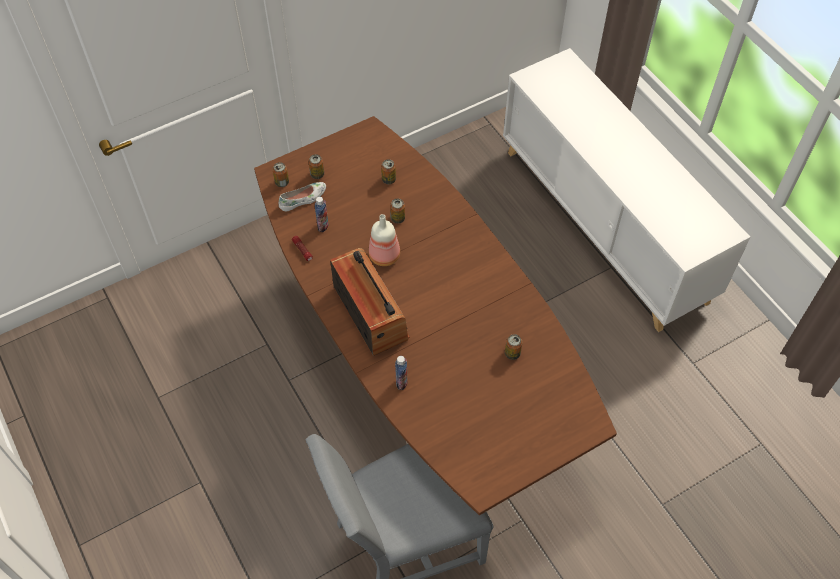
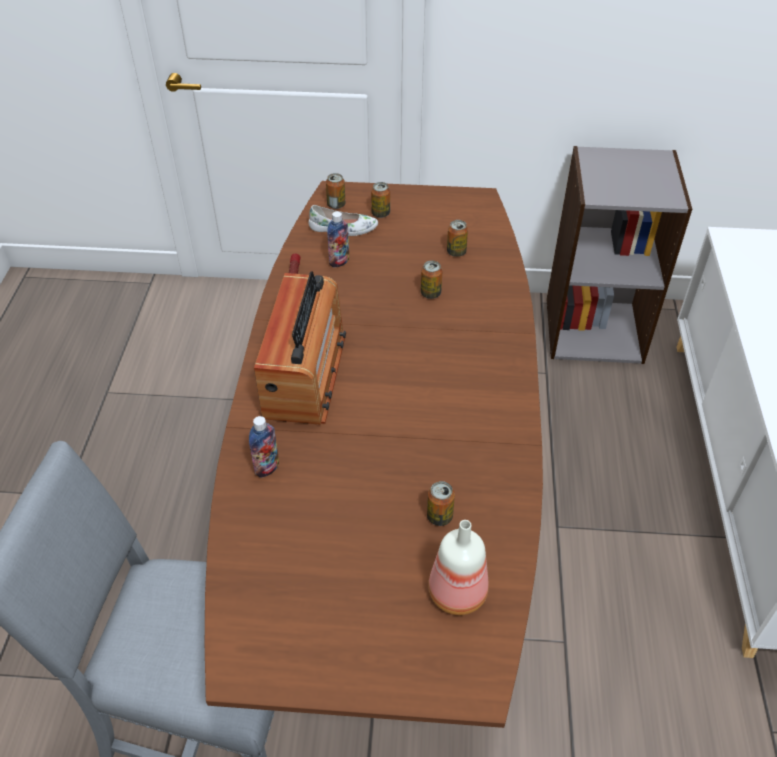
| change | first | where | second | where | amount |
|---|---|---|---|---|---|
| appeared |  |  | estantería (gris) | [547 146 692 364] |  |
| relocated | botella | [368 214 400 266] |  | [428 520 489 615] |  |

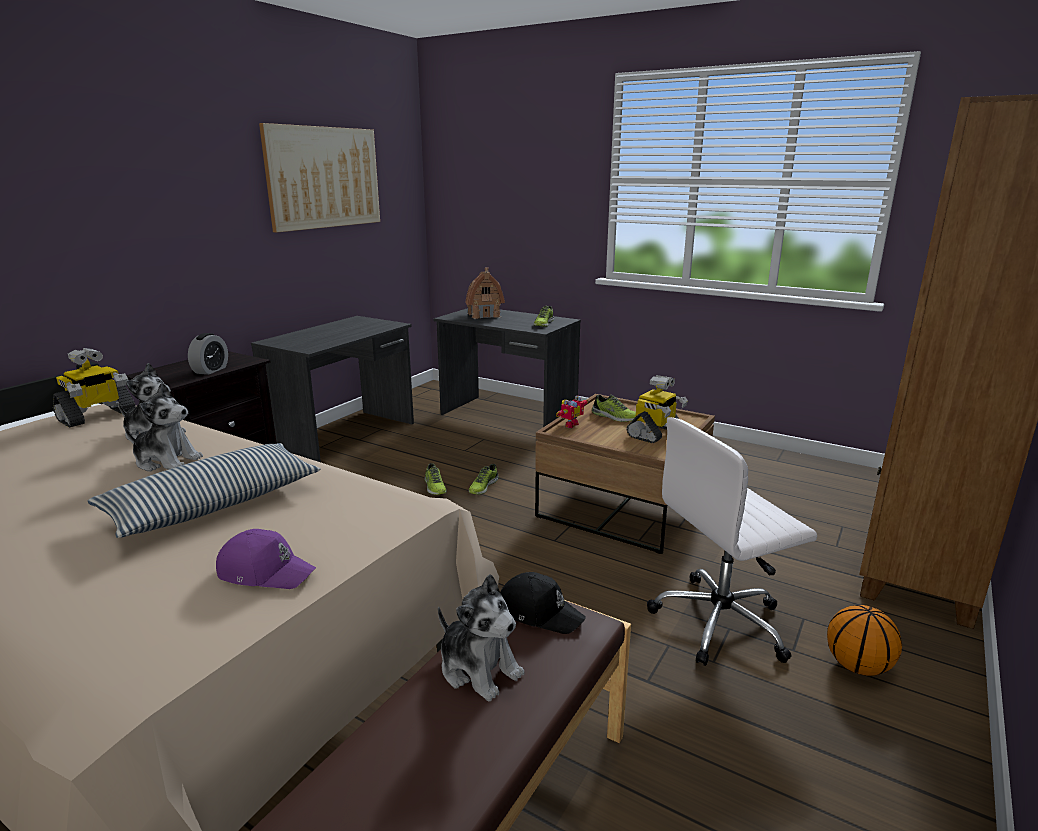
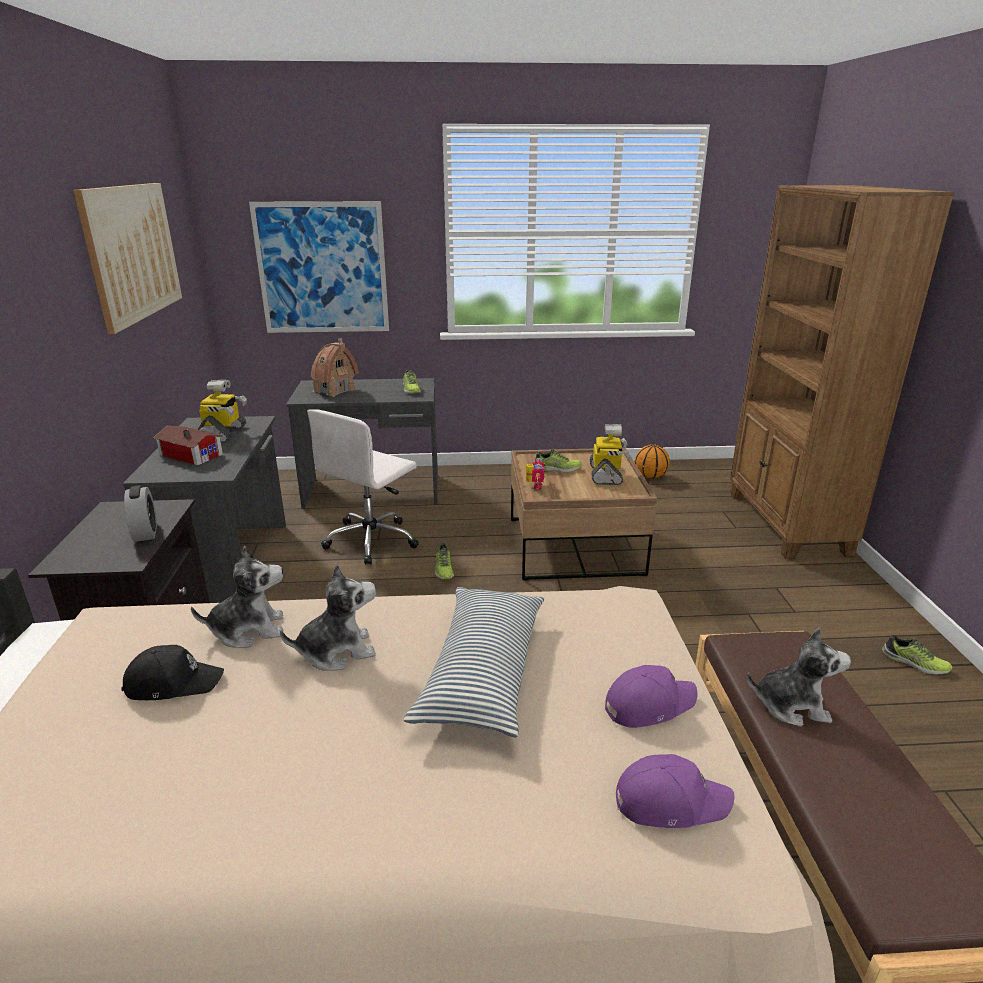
| change | first | where | second | where | amount |
|---|---|---|---|---|---|
| appeared |  |  | casita | [153 426 223 465] |  |
| appeared |  |  | cuadro | [249 201 389 333] |  |
| appeared |  |  | gorra (morado) | [616 754 734 828] |  |
| relocated | robot de juguete | [53 348 136 427] |  | [198 380 247 443] |  |
| relocated | zapato | [425 463 447 495] |  | [882 635 952 675] |  |
| relocated | gorra (negro) | [500 572 586 634] |  | [121 645 224 700] |  |
| relocated | silla de oficina (blanco) | [647 417 817 666] |  | [307 409 419 565] |  |
| relocated | balón de baloncesto | [827 605 902 676] |  | [635 444 670 479] |  |

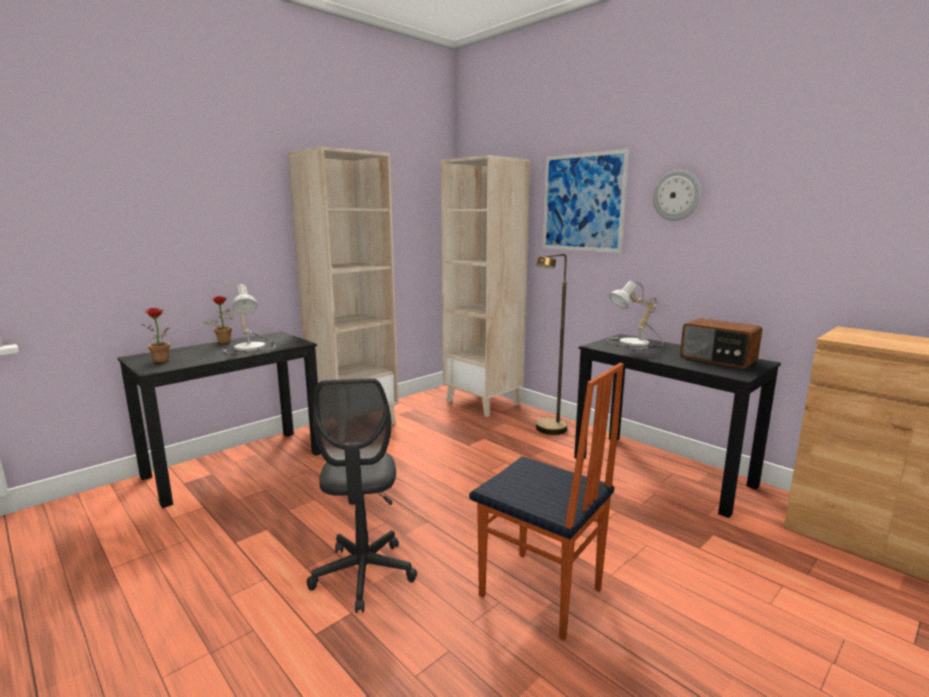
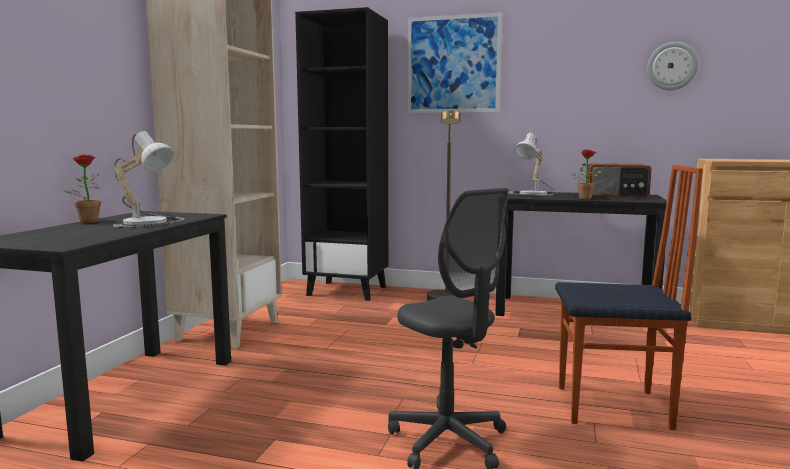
| change | first | where | second | where | amount |
|---|---|---|---|---|---|
| relocated | planta en maceta | [142 308 170 363] |  | [571 149 607 200] |  |
| relocated | reloj de pared | [653 170 701 221] |  | [647 42 699 90] |  |
| colour | estantería (beis) | [441 155 530 417] | estantería (negro) | [295 7 388 301] |  |

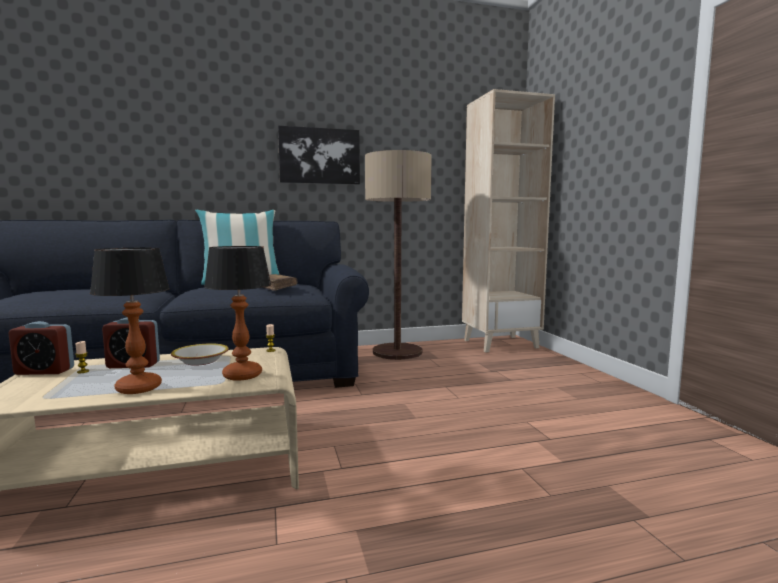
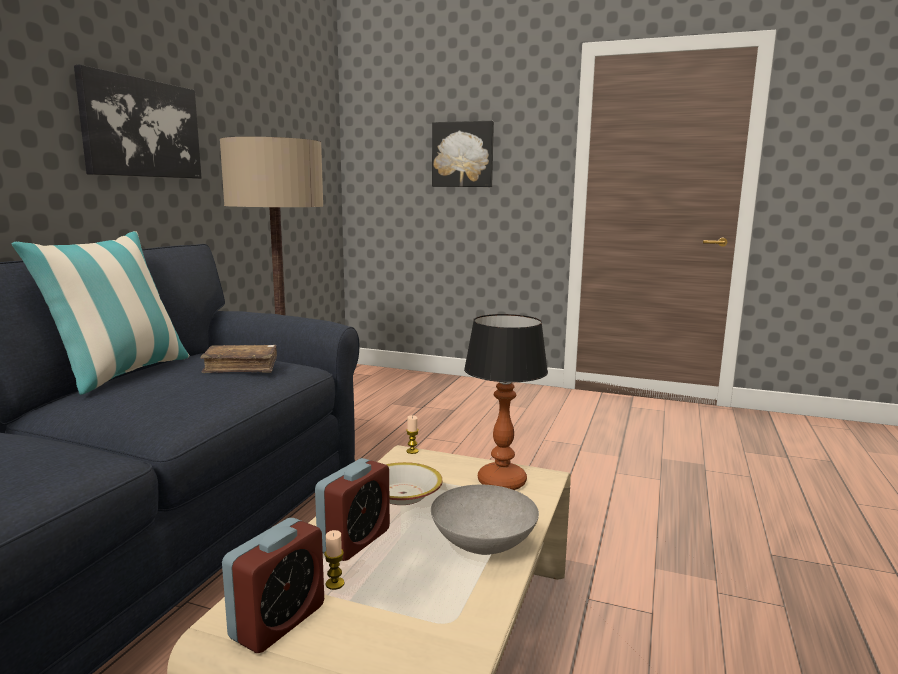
| change | first | where | second | where | amount |
|---|---|---|---|---|---|
| missing | estantería (beis) | [462 89 555 353] |  |  |  |
| appeared |  |  | cuadro | [432 121 494 187] |  |
| exchanged | lámpara de mesa | [90 248 170 394] | cuenco (gris) | [431 485 539 555] |  |

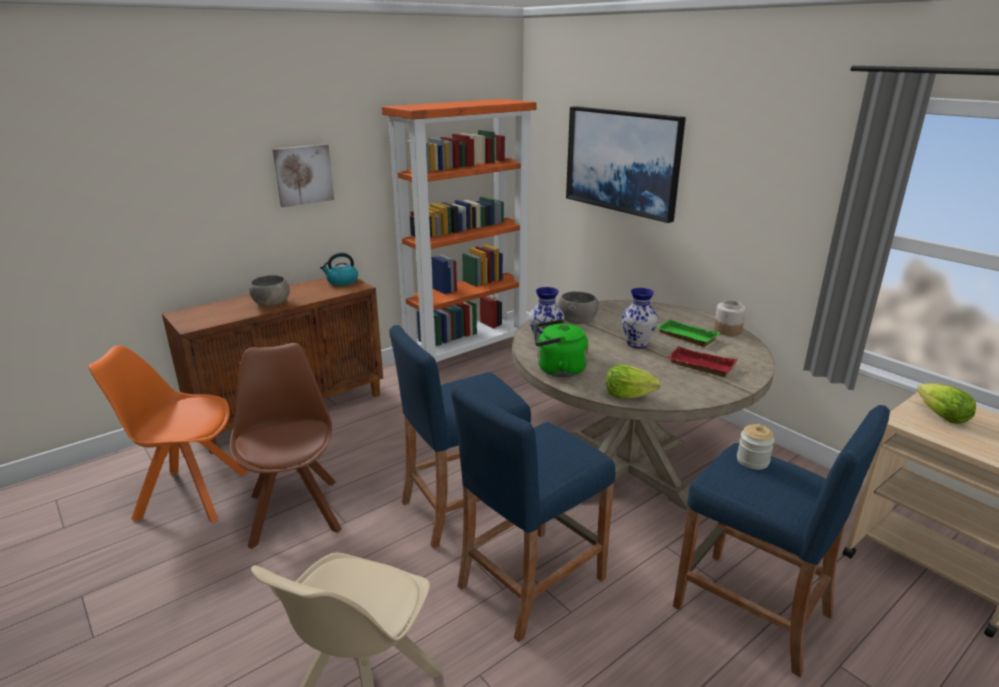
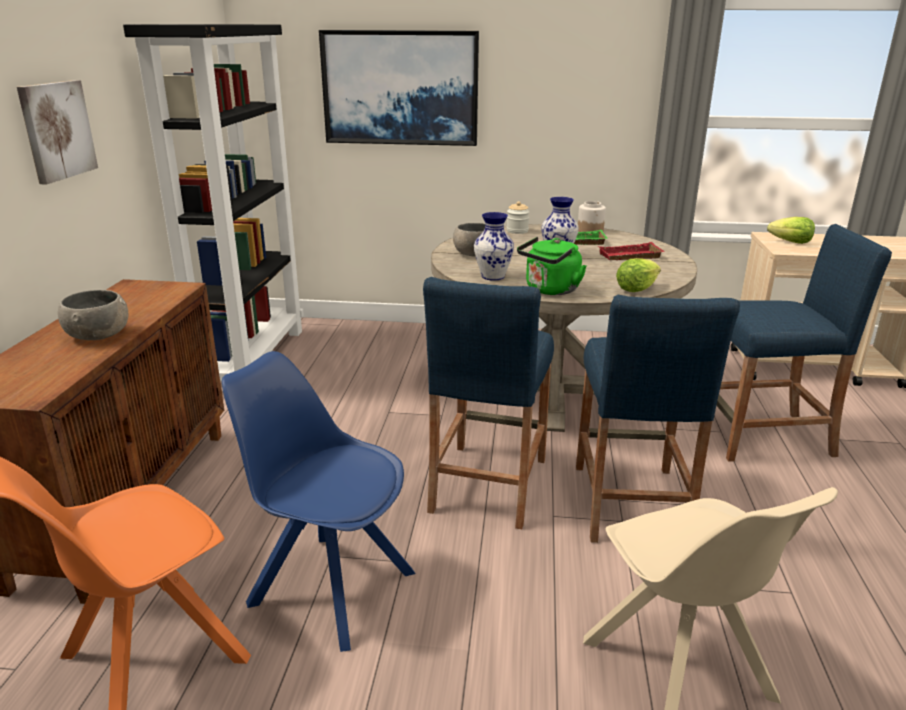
| change | first | where | second | where | amount |
|---|---|---|---|---|---|
| missing | hervidor | [320 253 358 286] |  |  |  |
| relocated | tarro | [737 424 775 470] |  | [507 201 529 234] |  |
| colour | silla (marrón) | [230 343 342 549] | silla (azul) | [222 351 415 652] |  |
| colour | estantería (naranja) | [382 99 537 362] | estantería (negro) | [123 24 304 382] |  |

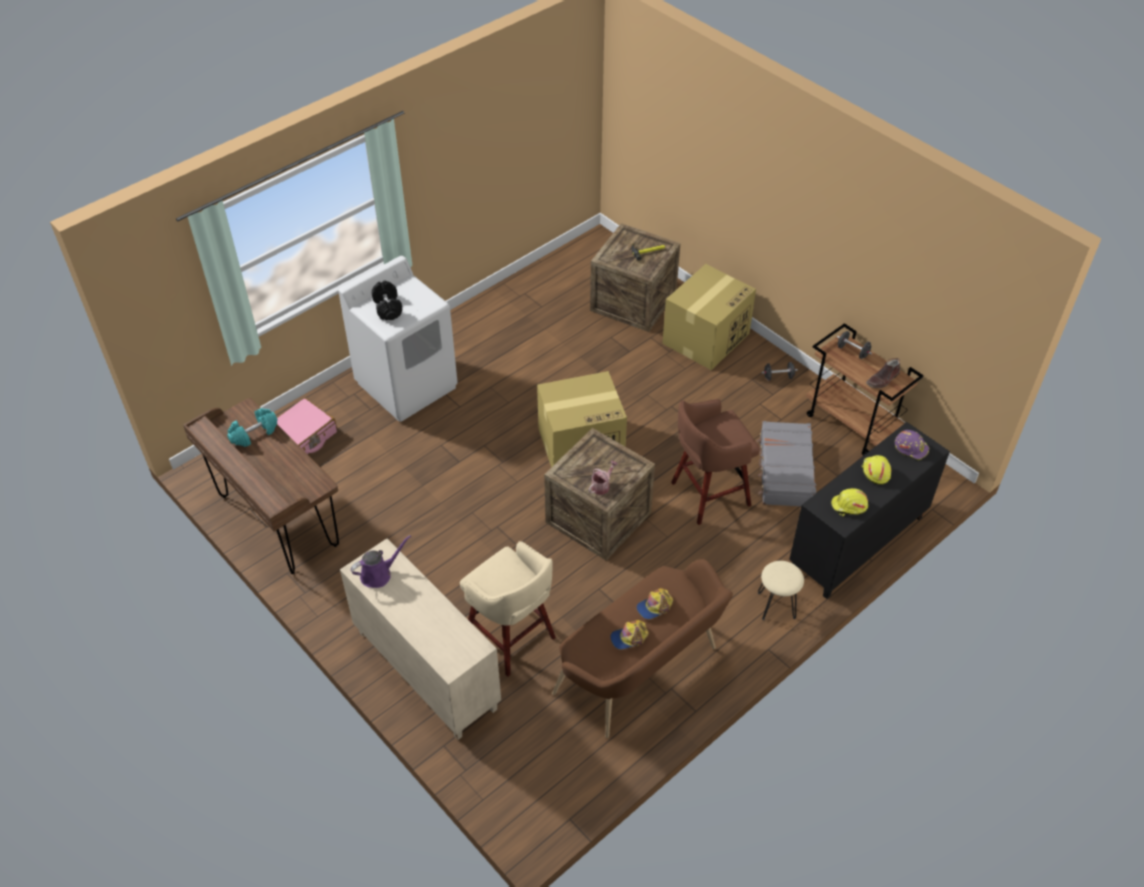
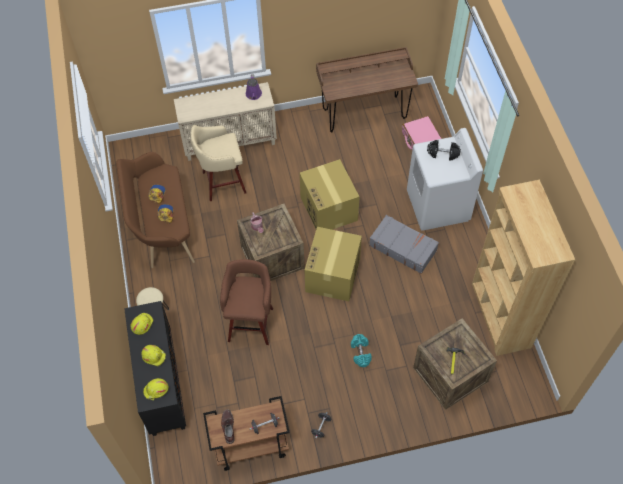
| change | first | where | second | where | amount |
|---|---|---|---|---|---|
| appeared |  |  | estantería (marrón) | [472 180 575 356] |  |
| relocated | mancuerna (turquesa) | [227 408 278 447] |  | [351 334 372 367] |  |
| relocated | caja de cartón | [662 264 756 370] |  | [300 159 360 230] |  |
| relocated | maleta (gris) | [757 421 816 506] |  | [369 215 439 274] |  |
| colour | casco (morado) | [895 430 929 460] | casco (amarillo) | [143 378 168 401] |  |

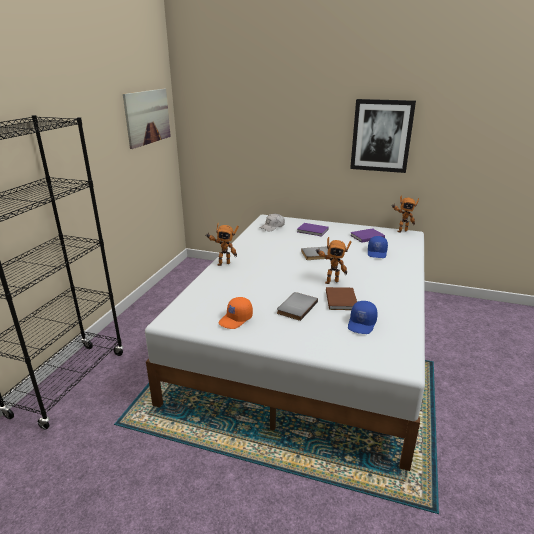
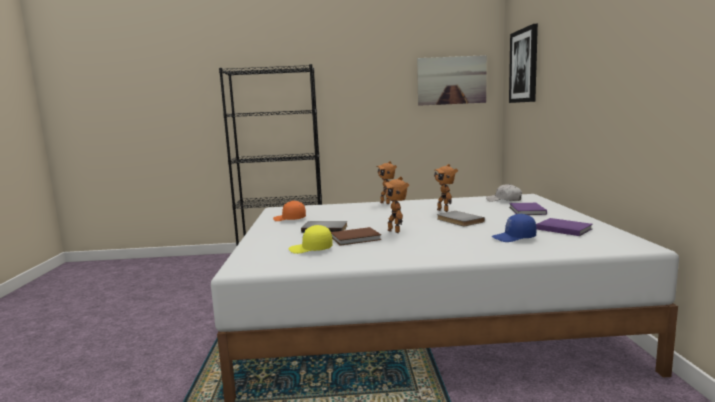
| change | first | where | second | where | amount |
|---|---|---|---|---|---|
| relocated | cuadro | [350 99 416 173] |  | [509 24 538 103] |  |
| relocated | robot de juguete | [391 196 419 232] |  | [434 164 458 212] |  |
| colour | gorra (azul) | [348 301 378 334] | gorra (amarillo) | [289 225 333 254] |  |

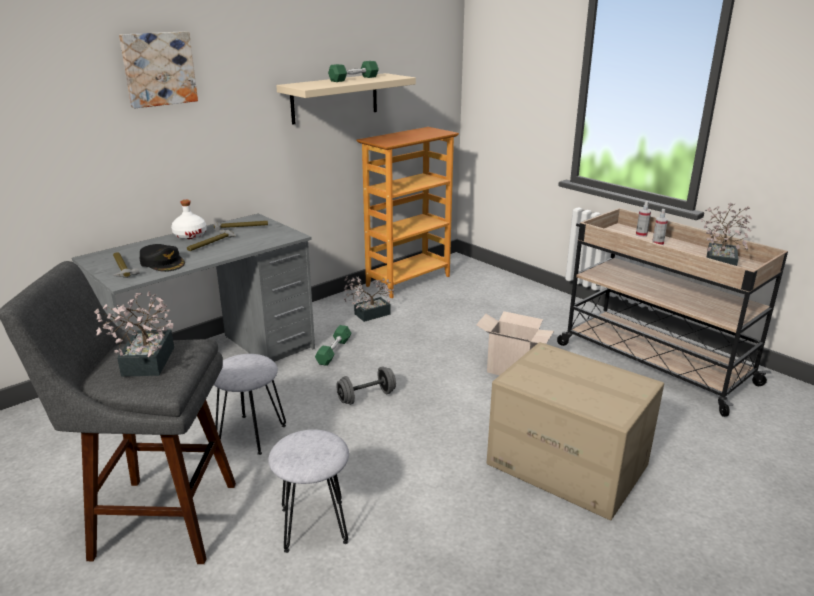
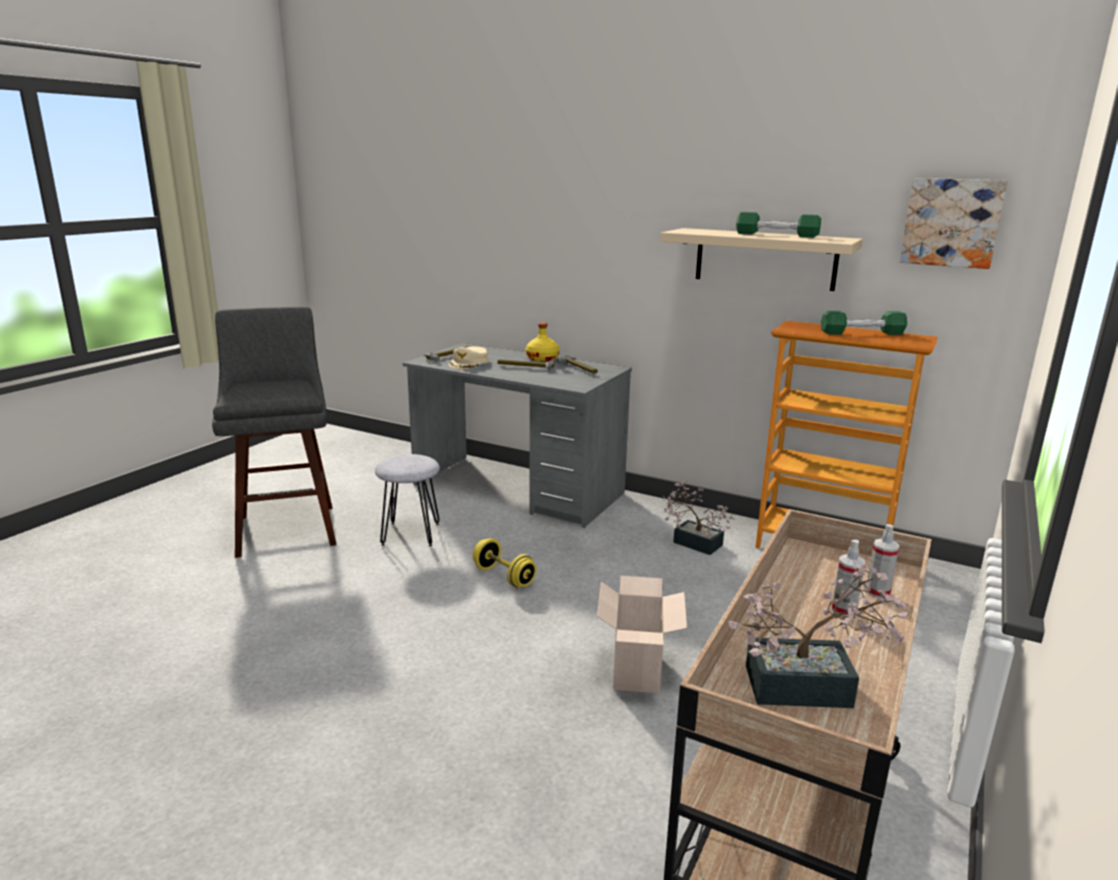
| change | first | where | second | where | amount |
|---|---|---|---|---|---|
| missing | planta en maceta | [94 292 174 377] |  |  |  |
| missing | taburete (gris) | [268 429 349 553] |  |  |  |
| missing | caja de cartón | [487 342 664 520] |  |  |  |
| relocated | cuadro | [119 31 198 108] |  | [900 178 1007 269] |  |
| relocated | mancuerna (verde) | [315 325 352 366] |  | [821 311 907 335] |  |
| colour | gorra (negro) | [140 244 185 272] | gorra (beis) | [449 347 488 369] |  |
| colour | botella (blanco) | [171 200 207 239] | botella (amarillo) | [526 322 559 362] |  |
| colour | mancuerna (gris) | [336 367 396 405] | mancuerna (amarillo) | [473 538 537 588] |  |

